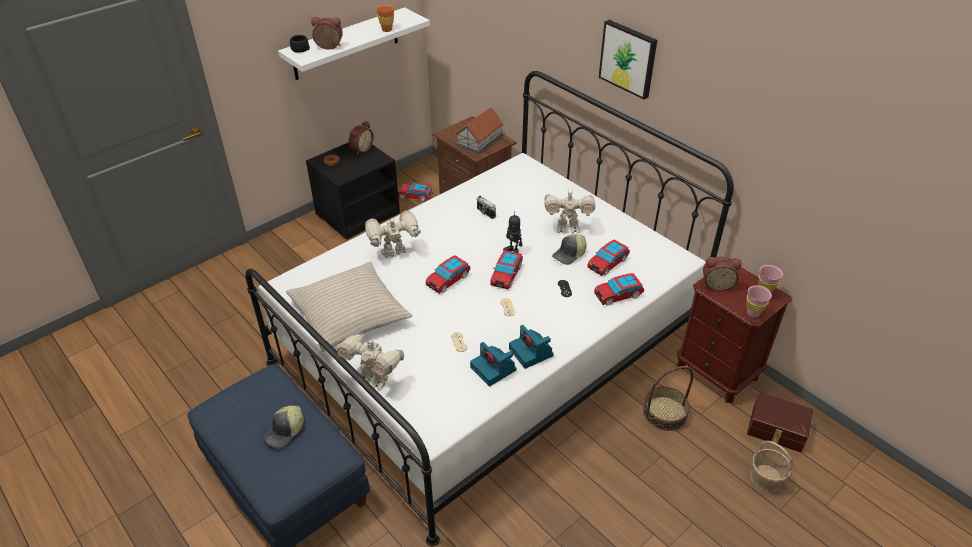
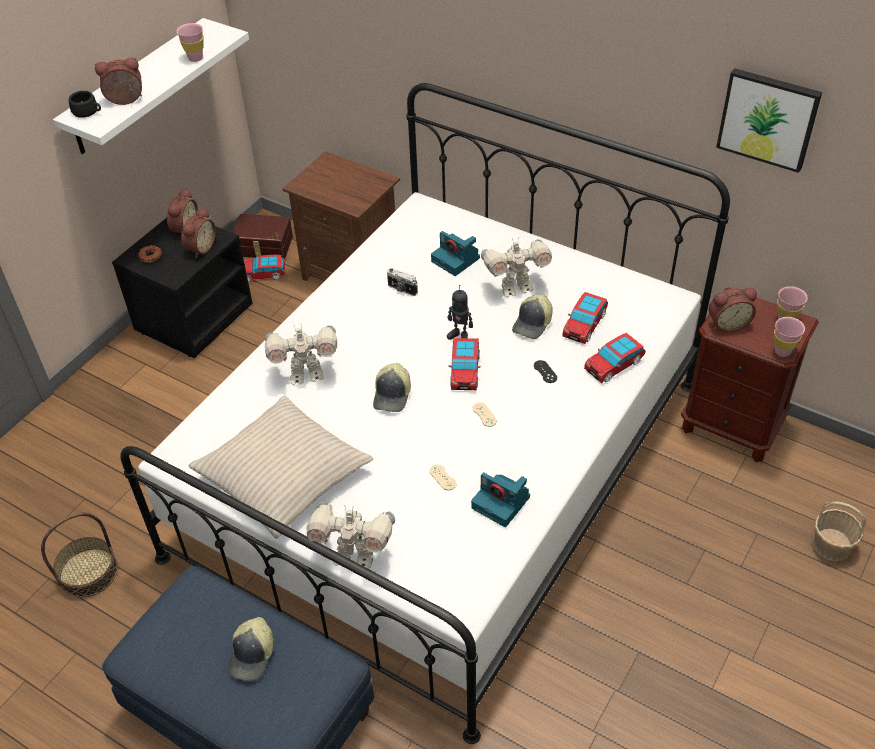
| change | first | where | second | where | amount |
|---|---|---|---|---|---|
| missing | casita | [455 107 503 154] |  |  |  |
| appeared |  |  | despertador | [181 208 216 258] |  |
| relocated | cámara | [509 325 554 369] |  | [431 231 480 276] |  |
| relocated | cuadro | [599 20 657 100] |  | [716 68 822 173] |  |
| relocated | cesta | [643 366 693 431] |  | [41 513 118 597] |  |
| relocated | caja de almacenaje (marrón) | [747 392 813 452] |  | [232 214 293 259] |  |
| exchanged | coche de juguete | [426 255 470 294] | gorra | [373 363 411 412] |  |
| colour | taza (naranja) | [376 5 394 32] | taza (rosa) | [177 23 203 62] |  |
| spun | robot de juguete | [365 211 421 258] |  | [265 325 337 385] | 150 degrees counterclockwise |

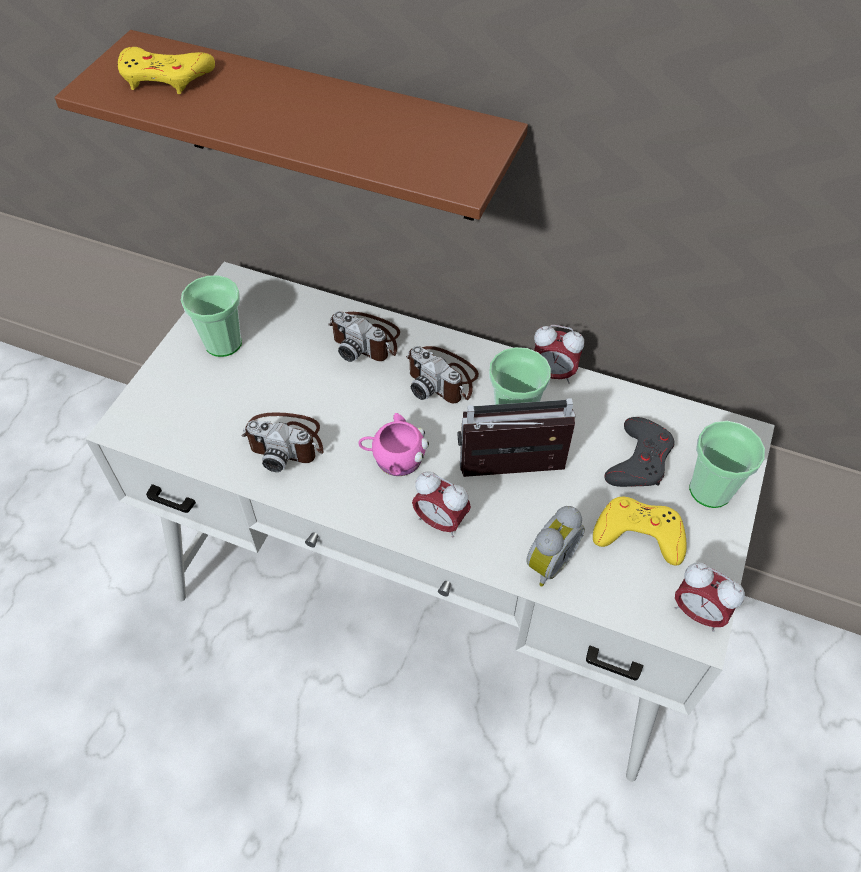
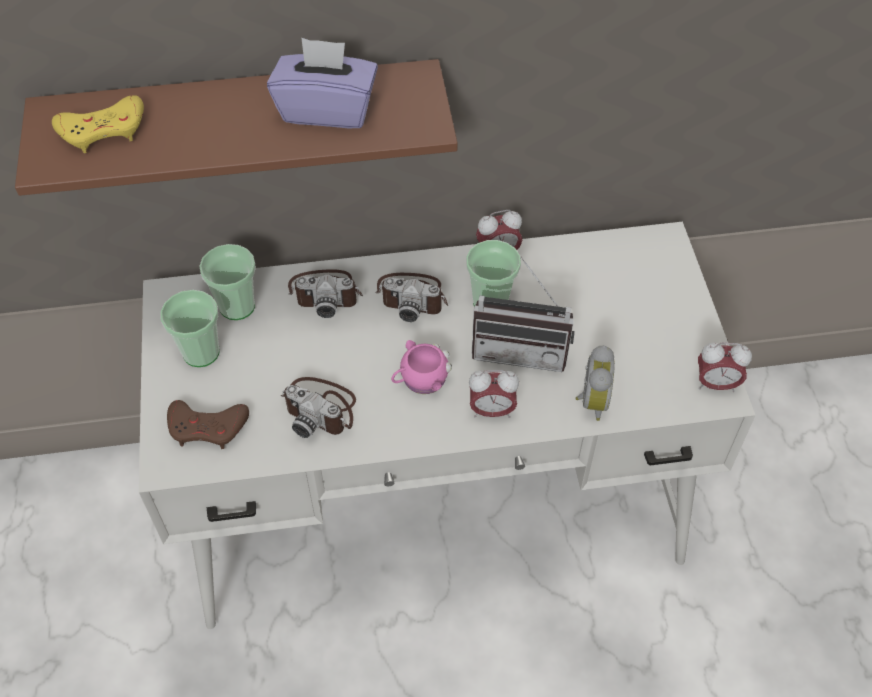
| change | first | where | second | where | amount |
|---|---|---|---|---|---|
| missing | mando de consola (amarillo) | [593 497 687 566] |  |  |  |
| missing | mando de consola (gris) | [604 417 675 487] |  |  |  |
| appeared |  |  | mando de consola (marrón) | [167 400 249 449] |  |
| appeared |  |  | caja de pañuelos (morado) | [267 38 378 128] |  |
| relocated | taza | [689 421 765 508] |  | [199 244 256 320] |  |
| spun | cámara | [241 412 323 472] |  | [280 377 356 438] | 45 degrees clockwise |
| spun | radio | [458 398 576 477] |  | [472 257 575 372] | 135 degrees counterclockwise |

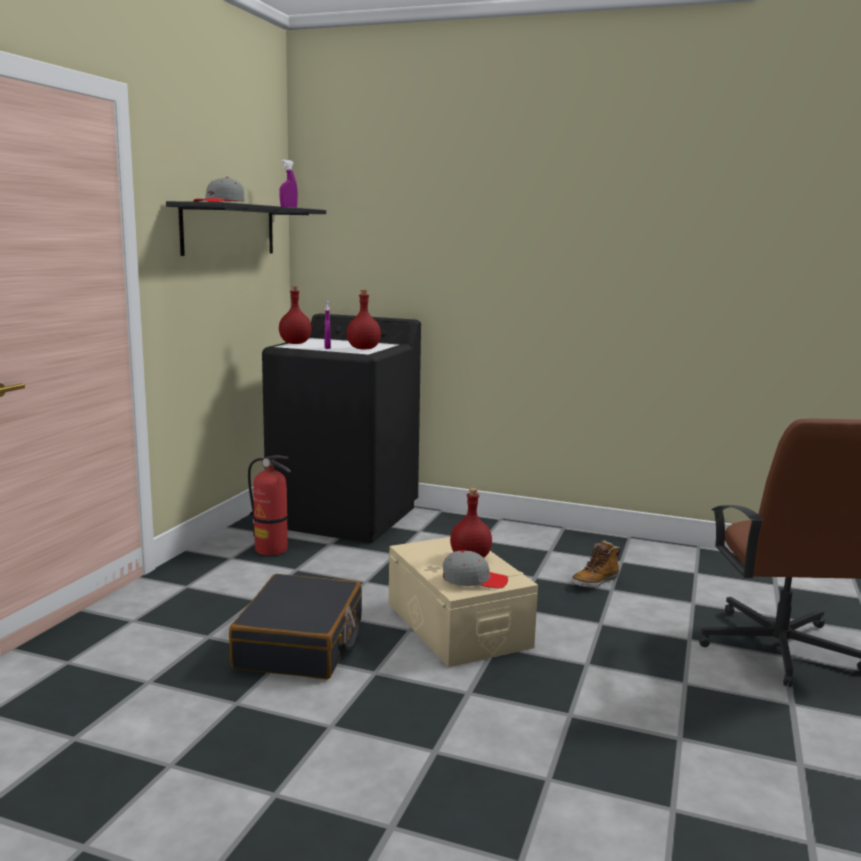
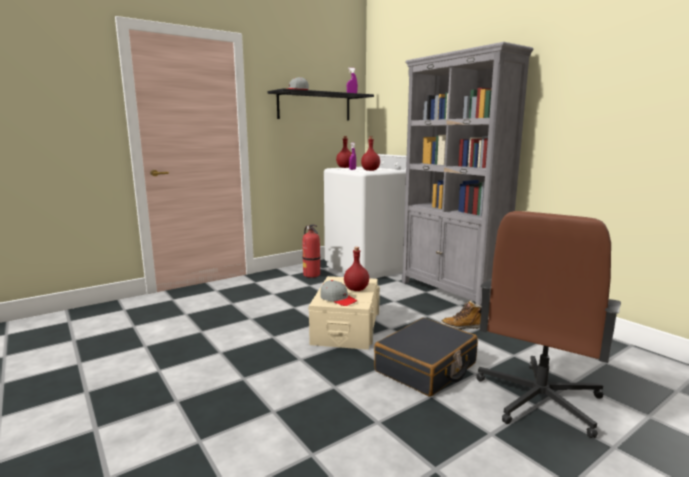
| change | first | where | second | where | amount |
|---|---|---|---|---|---|
| appeared |  |  | estantería (gris) | [402 42 534 306] |  |
| relocated | maleta (negro) | [229 574 362 679] |  | [374 318 478 397] |  |
| colour | lavadora (negro) | [262 314 421 543] | lavadora (blanco) | [324 154 407 279] |  |

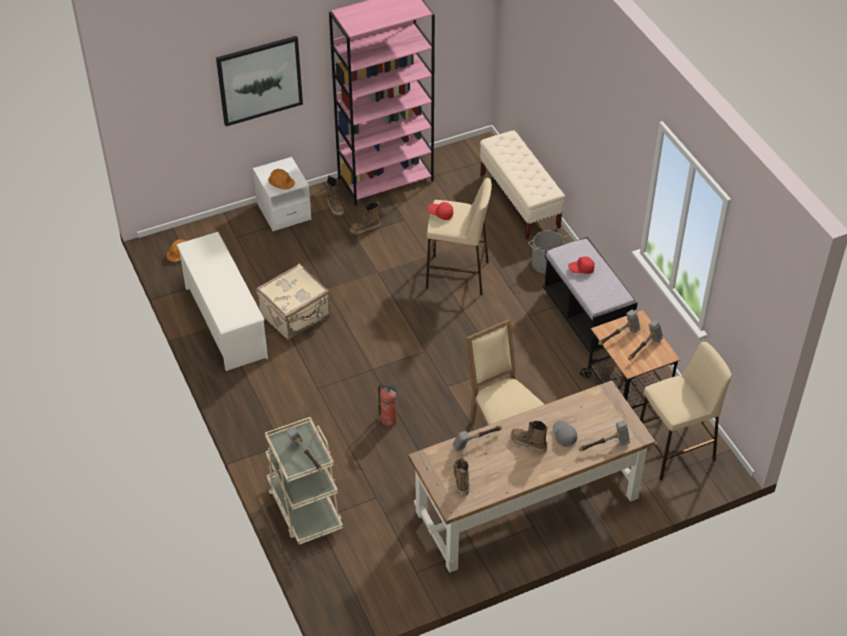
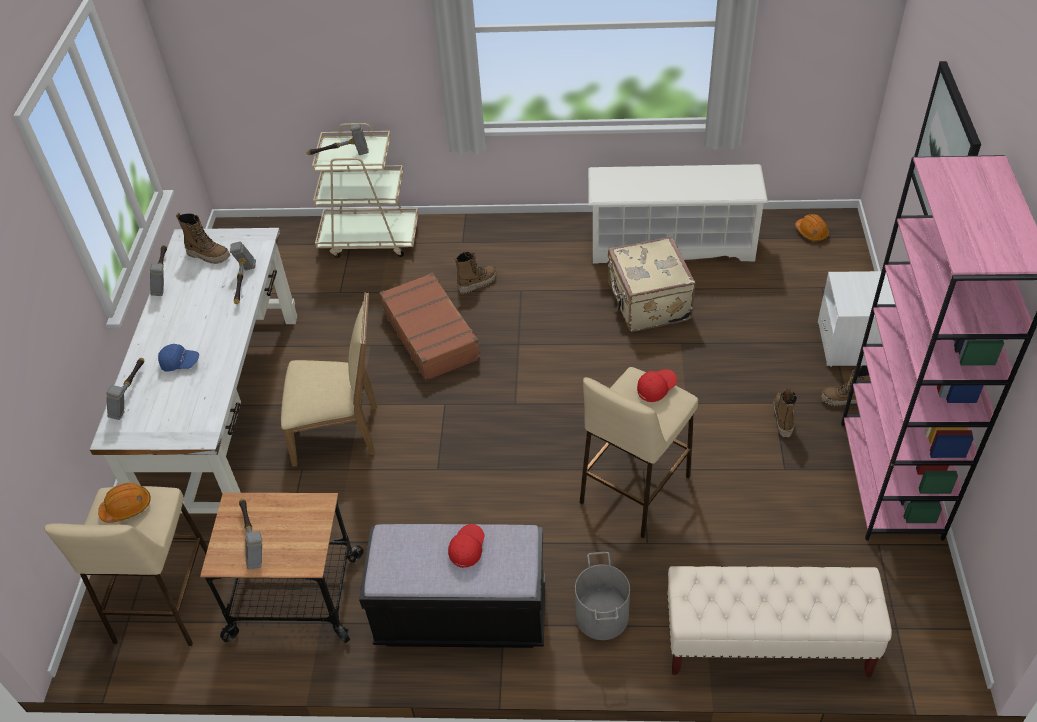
| change | first | where | second | where | amount |
|---|---|---|---|---|---|
| relocated | casco (naranja) | [268 169 295 190] |  | [98 483 151 523] |  |
| relocated | bota | [511 421 548 453] |  | [455 252 497 294] |  |
| relocated | martillo | [598 310 641 345] |  | [150 245 167 296] |  |
| exchanged | extintor | [377 382 401 426] | maleta (marrón) | [380 273 480 381] |  |
| colour | escritorio (marrón) | [408 380 655 573] | escritorio (blanco) | [90 228 297 514] |  |
| colour | gorra (gris) | [553 420 577 447] | gorra (azul) | [158 344 199 372] |  |

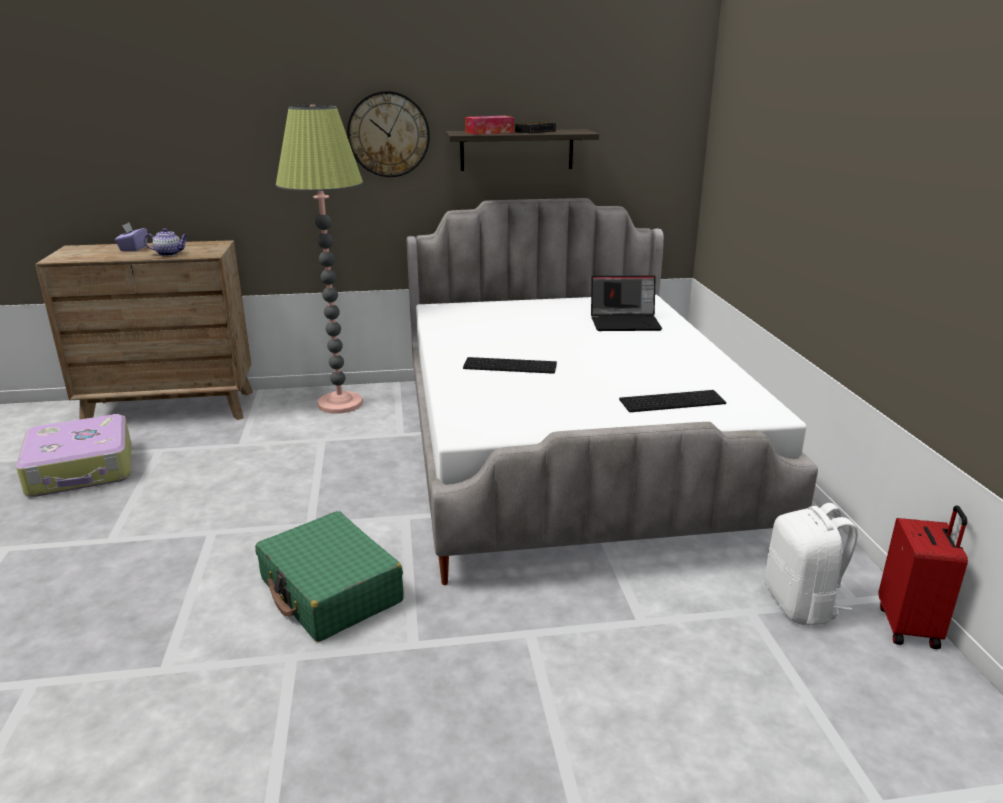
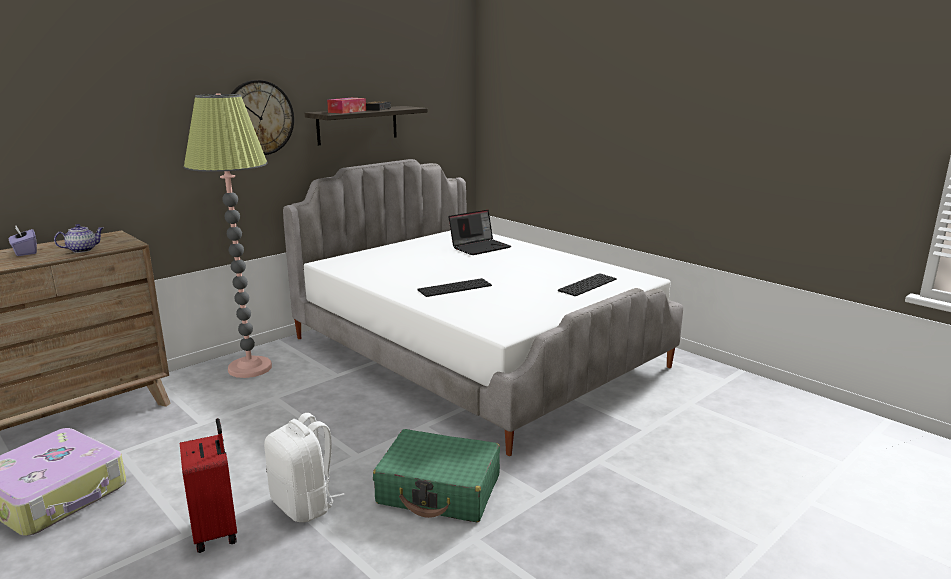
| change | first | where | second | where | amount |
|---|---|---|---|---|---|
| relocated | mochila (blanco) | [764 503 858 625] |  | [264 413 345 522] |  |
| relocated | maleta (rojo) | [879 505 968 649] |  | [180 418 237 553] |  |

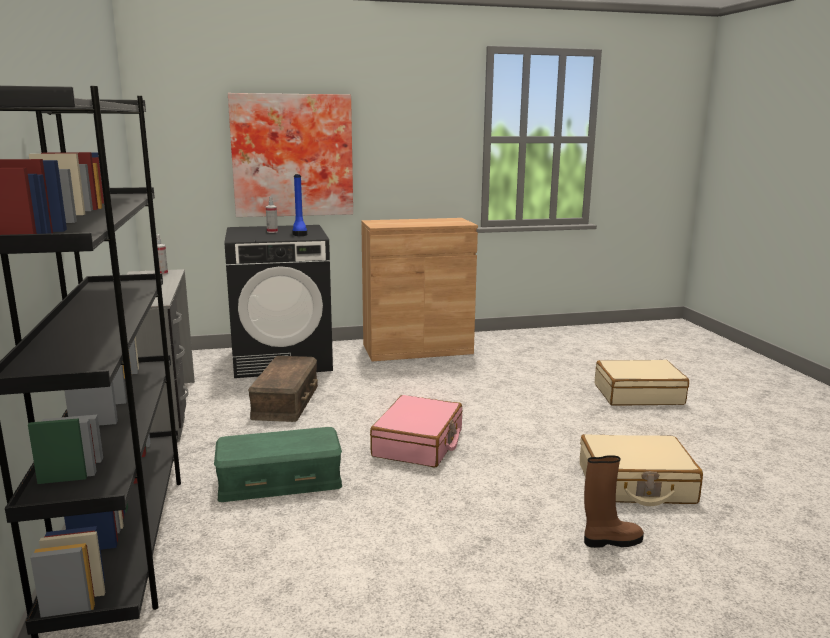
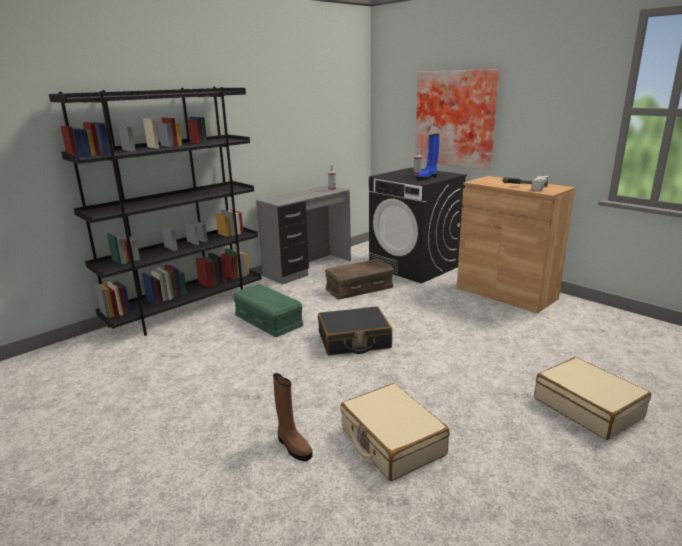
| change | first | where | second | where | amount |
|---|---|---|---|---|---|
| appeared |  |  | martillo | [502 175 549 191] |  |
| colour | maleta (rosa) | [370 395 462 467] | maleta (negro) | [318 306 392 355] |  |

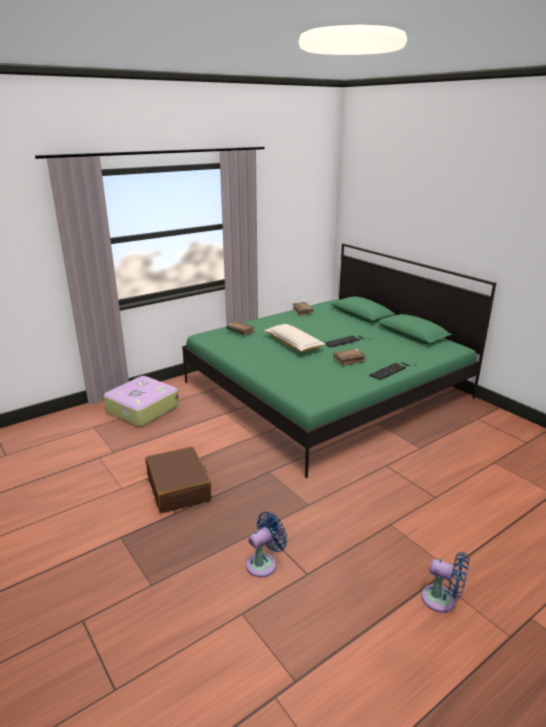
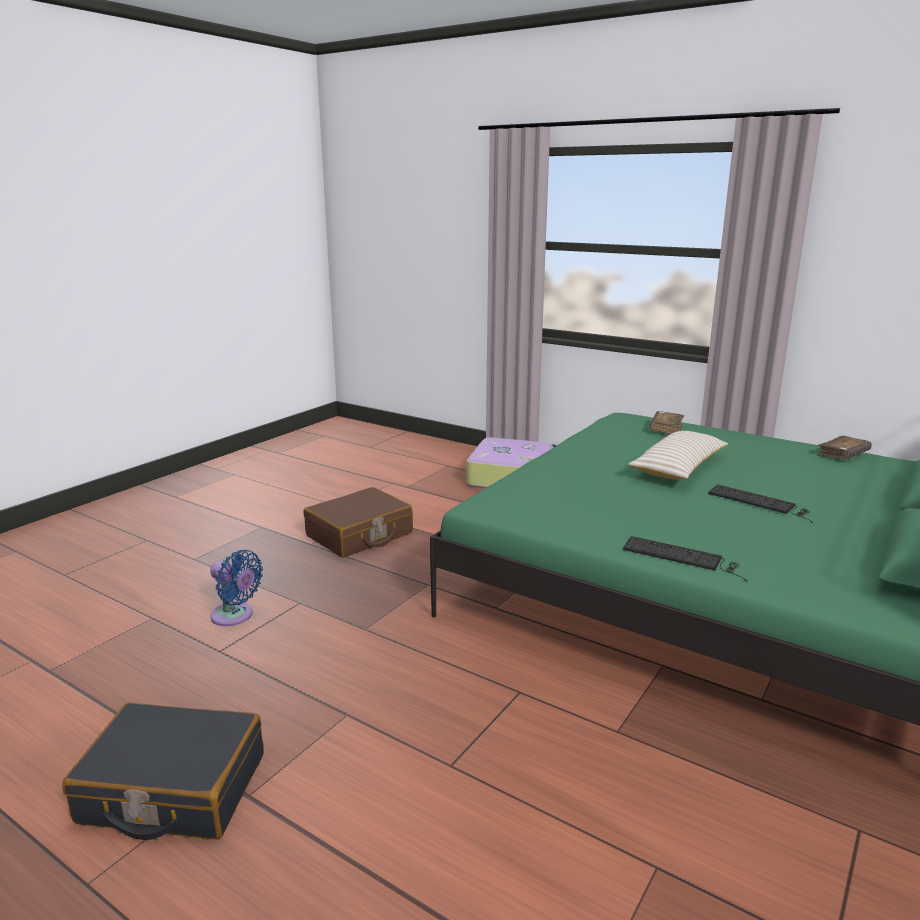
| change | first | where | second | where | amount |
|---|---|---|---|---|---|
| missing | libro (marrón) | [333 349 366 366] |  |  |  |
| exchanged | ventilador (azul) | [421 552 470 613] | maleta (negro) | [62 702 264 840] |  |

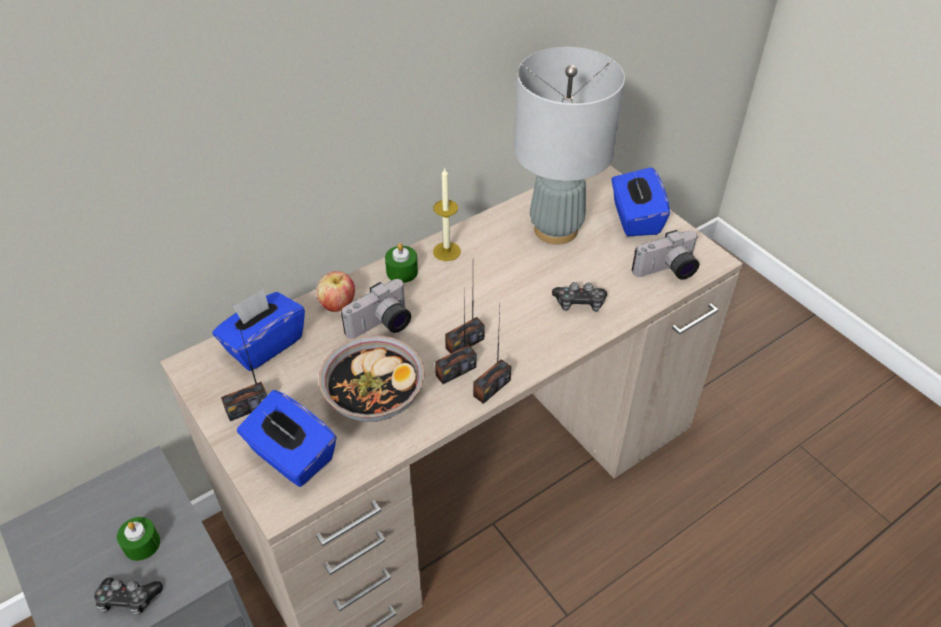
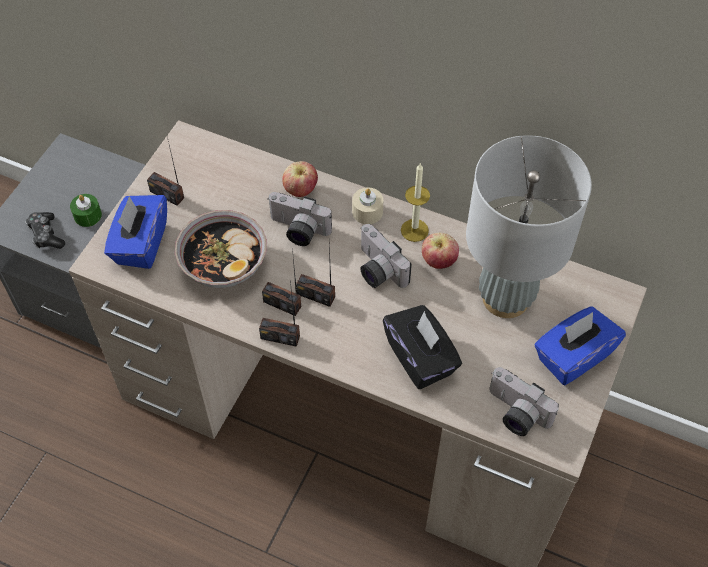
| change | first | where | second | where | amount |
|---|---|---|---|---|---|
| missing | caja de pañuelos (azul) | [212 289 305 371] |  |  |  |
| appeared |  |  | cámara | [360 224 412 288] |  |
| appeared |  |  | manzana | [422 233 459 269] |  |
| exchanged | mando de consola | [552 282 607 312] | caja de pañuelos (negro) | [383 305 462 389] |  |
| colour | vela (verde) | [385 243 418 283] | vela (beis) | [352 187 383 224] |  |

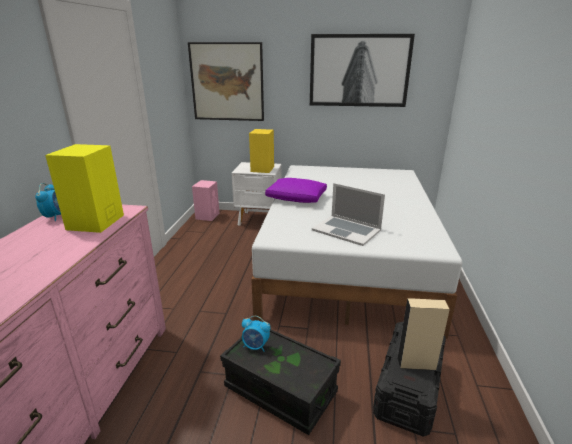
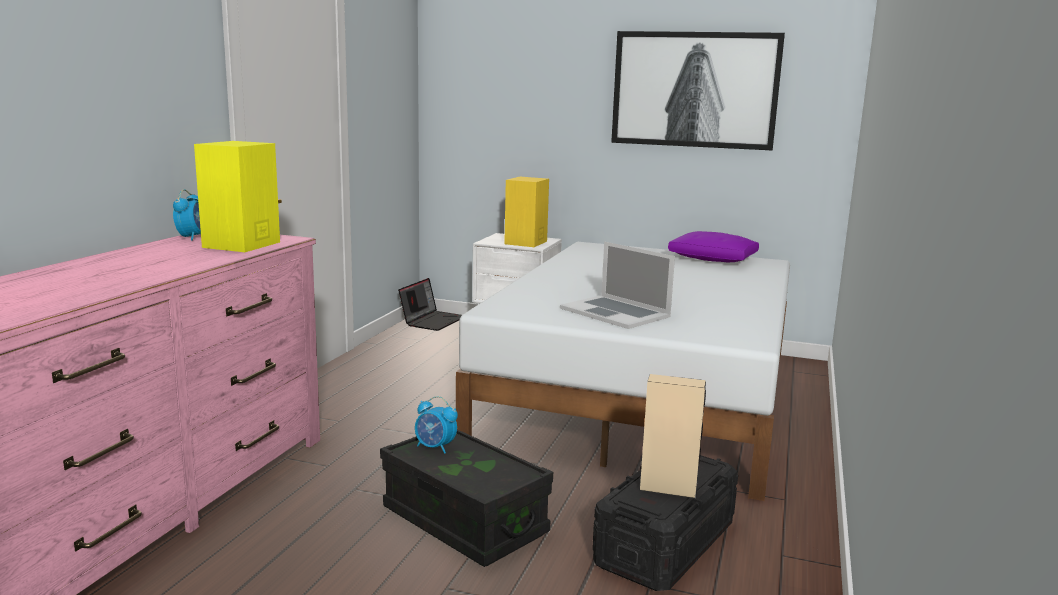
| change | first | where | second | where | amount |
|---|---|---|---|---|---|
| missing | cuadro | [188 42 264 121] |  |  |  |
| relocated | cojín (morado) | [265 178 327 203] |  | [668 231 759 262] |  |
| exchanged | altavoz (rosa) | [192 180 220 221] | portátil | [398 278 462 331] |  |

